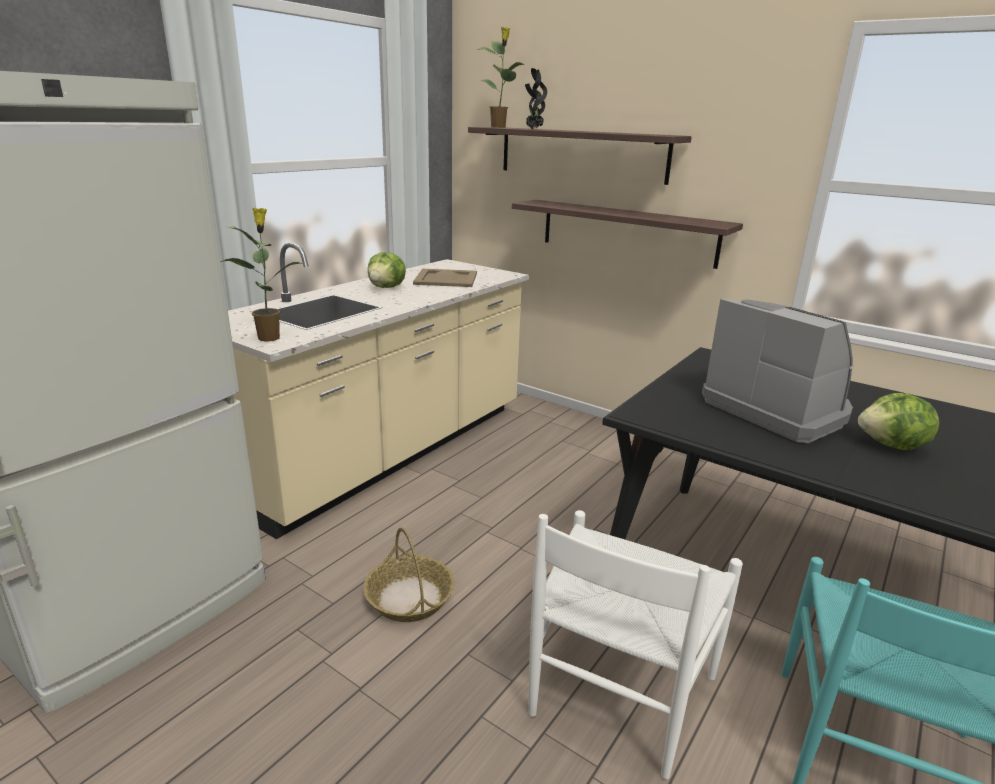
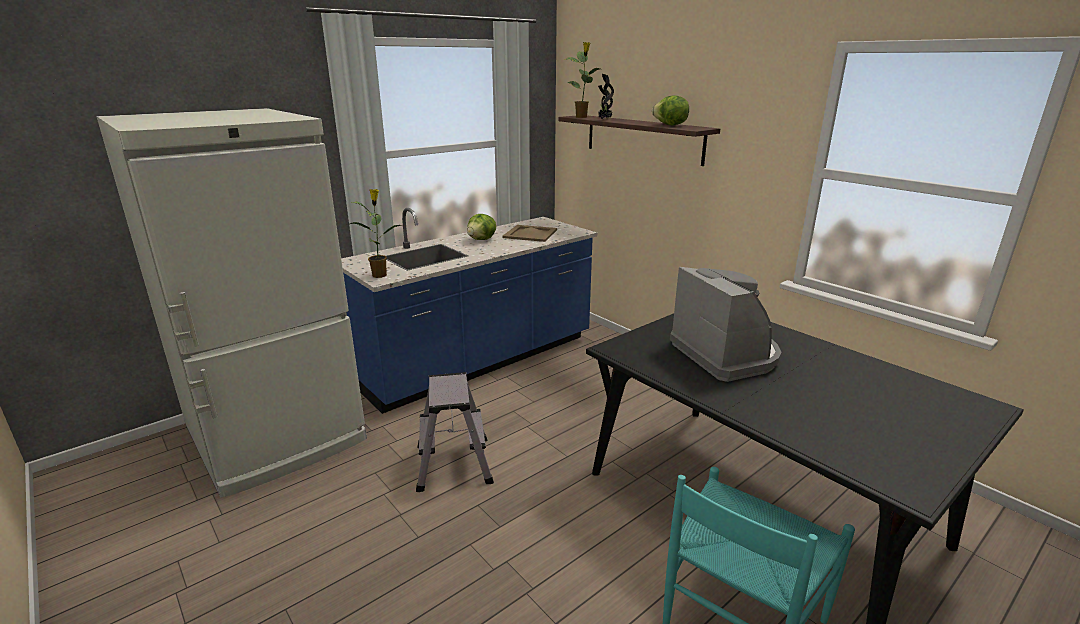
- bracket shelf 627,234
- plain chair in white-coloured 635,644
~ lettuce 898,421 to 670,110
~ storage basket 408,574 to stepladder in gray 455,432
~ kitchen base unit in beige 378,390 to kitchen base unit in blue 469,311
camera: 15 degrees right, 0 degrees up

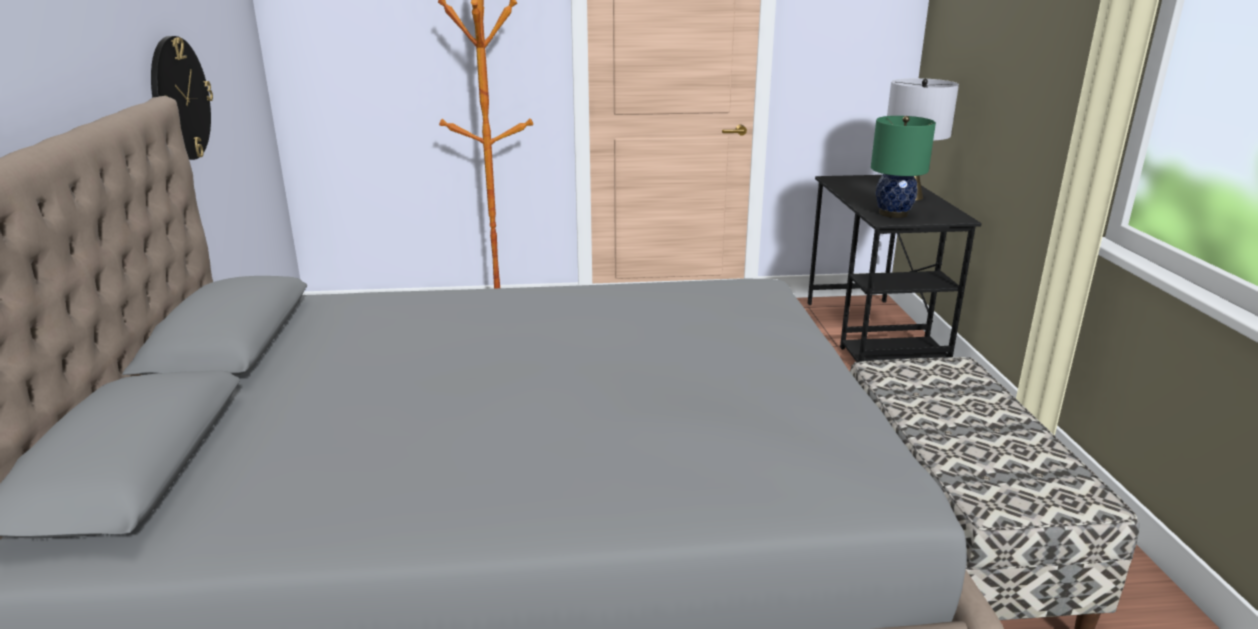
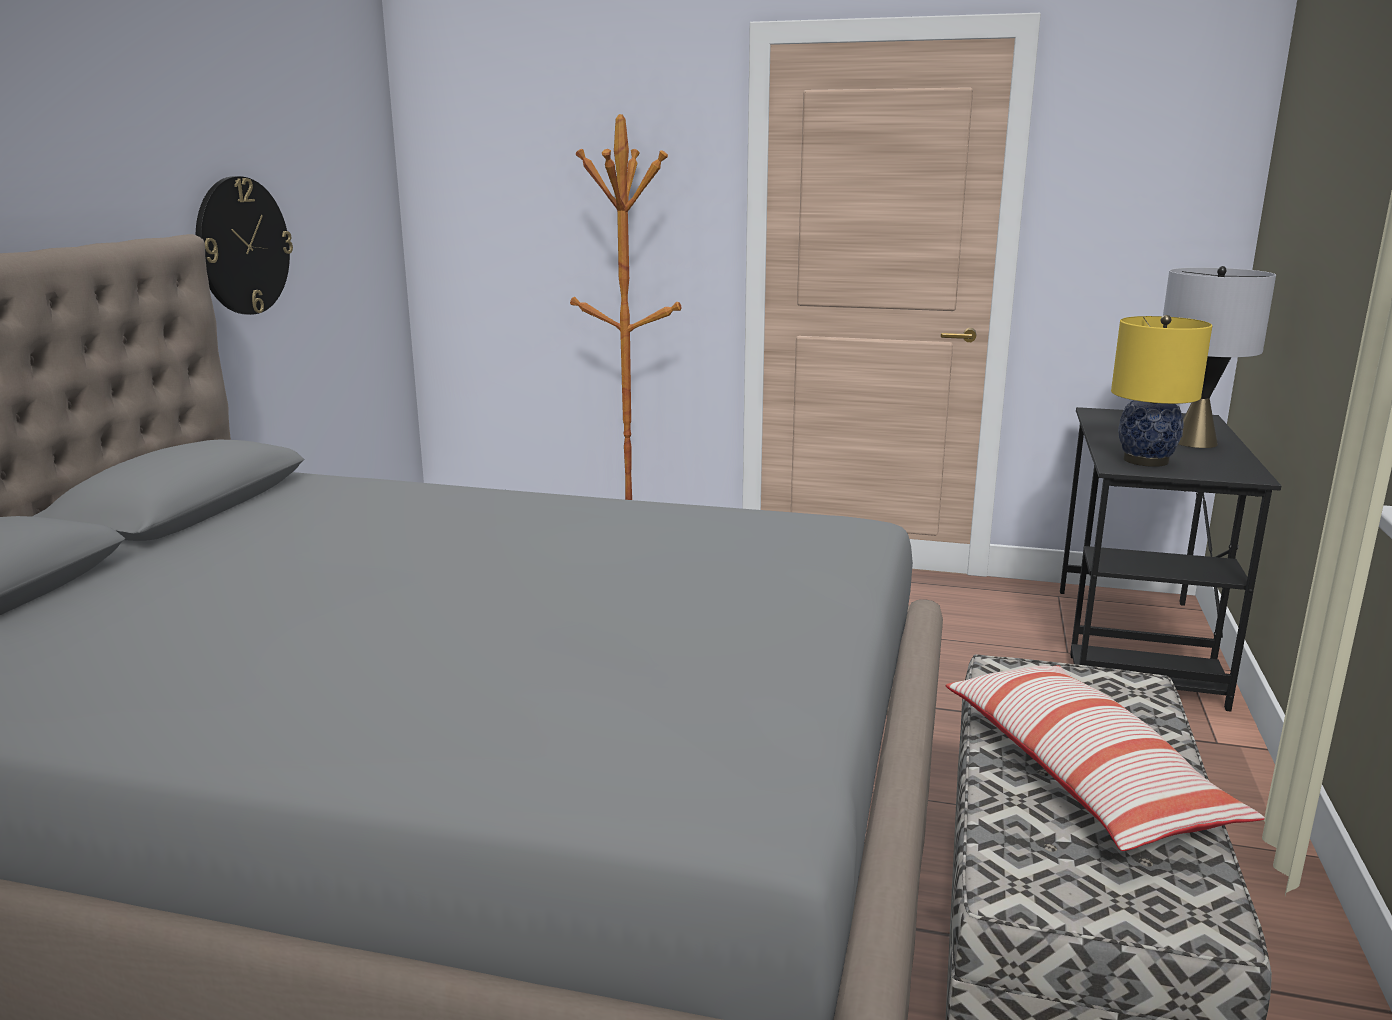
+ throw pillow 1105,758
~ tabletop lamp in greenish 903,167 to tabletop lamp in yellow-coloured 1161,391
camera: 20 degrees right, 5 degrees down

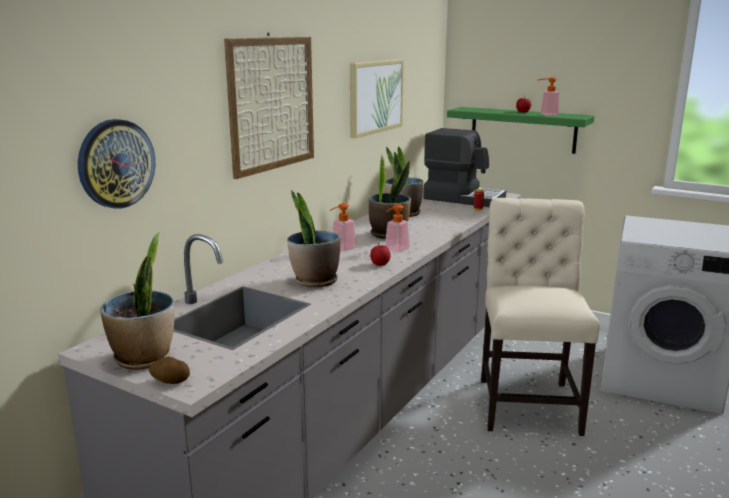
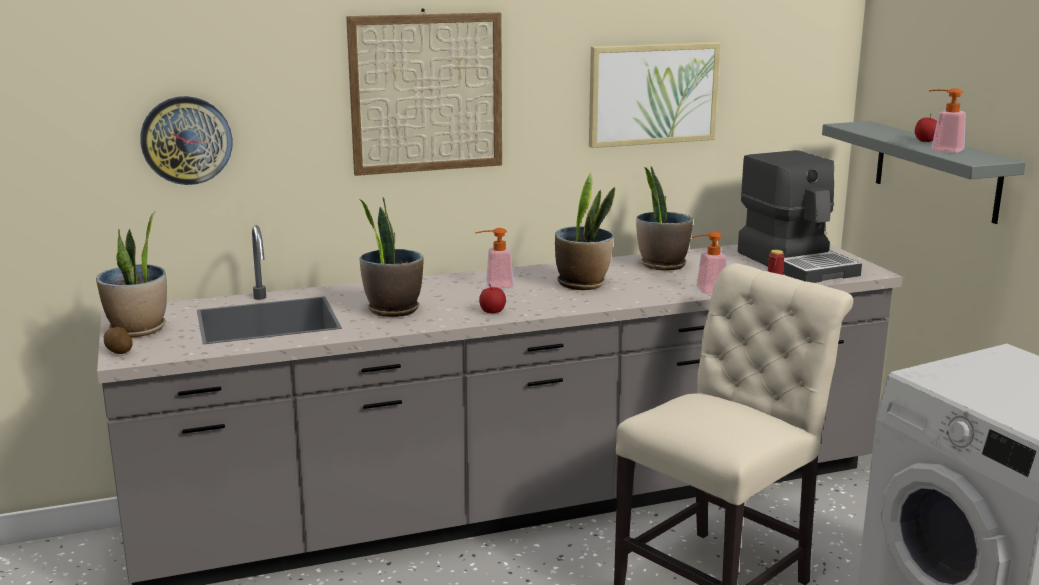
~ liquid soap bottle 397,228 to 709,263
~ bracket shelf in greenish 520,130 to bracket shelf in gray 924,172
camera: 40 degrees right, 0 degrees up

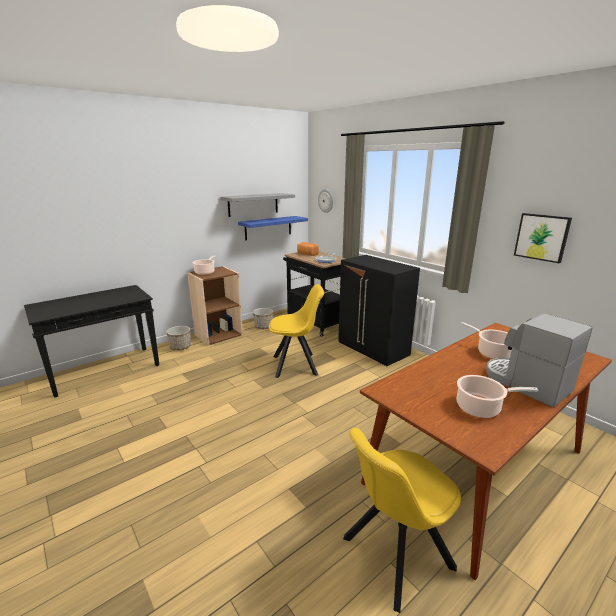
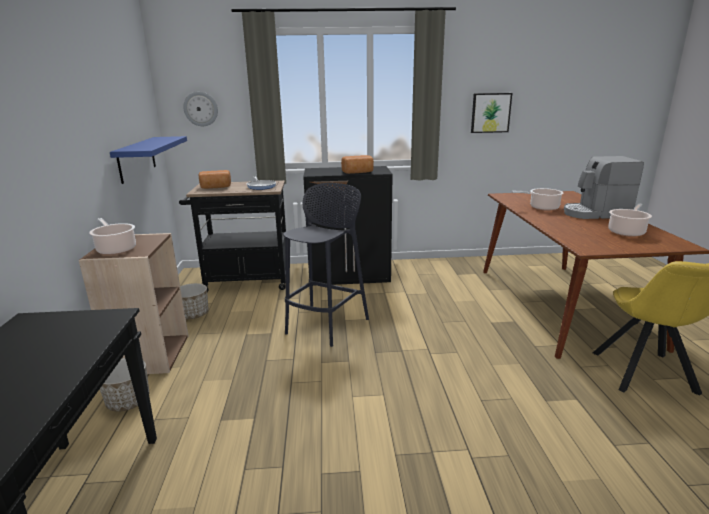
- bracket shelf in gray 257,205
+ bakery bread 357,164
~ plain chair in yellow-coloured 297,331 to sitting stool in gray 326,265
camera: 55 degrees left, 0 degrees up

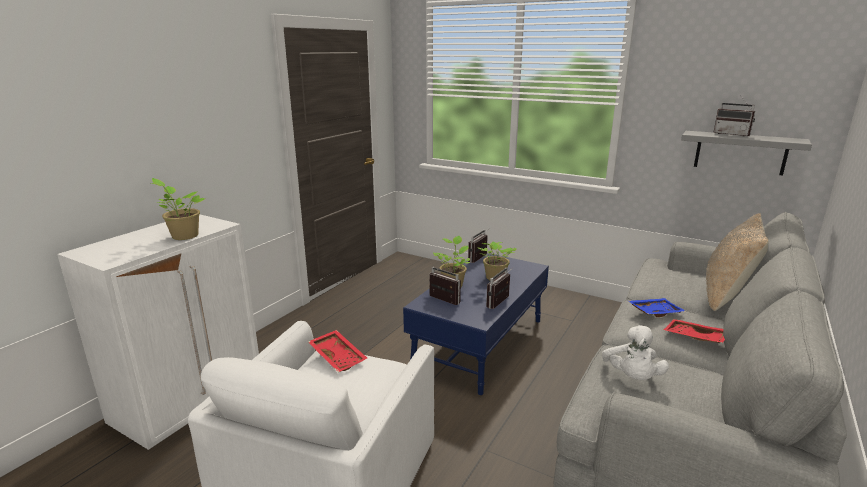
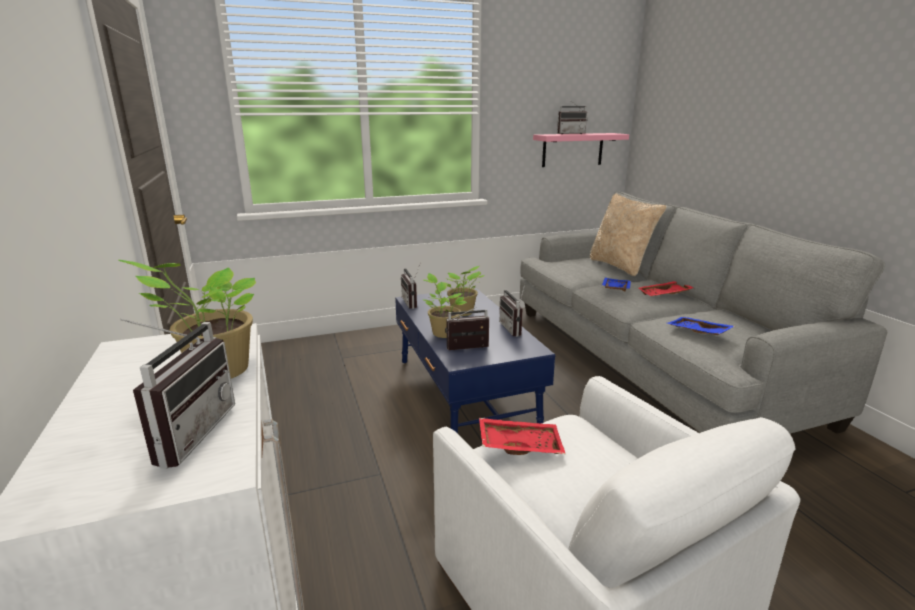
+ radio set 177,394
~ soft toy in white-coloured 635,352 to serving tray in blue 701,326
~ bracket shelf in gray 746,153 to bracket shelf in pink 581,150
camera: 50 degrees left, 0 degrees up

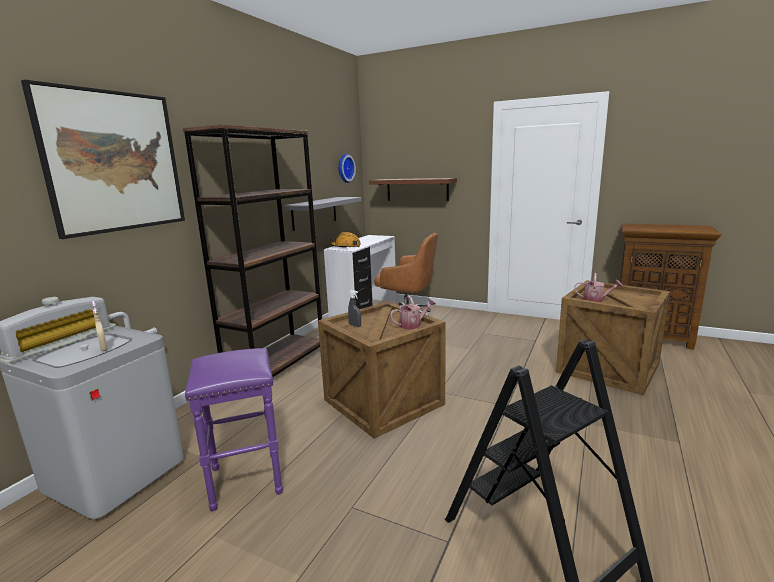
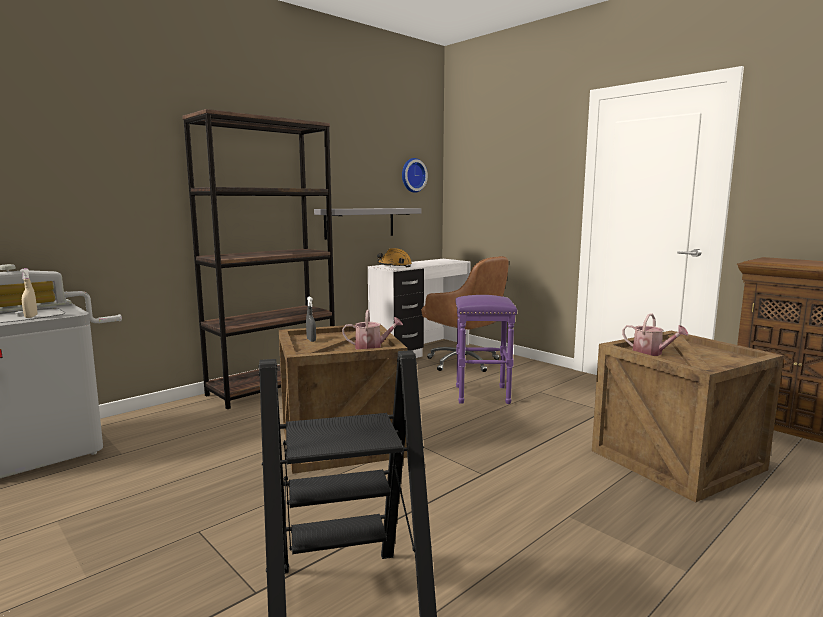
- wall art 103,159
- bracket shelf in brownish 413,189
~ sitting stool in purplish 234,429 to 486,349
camera: 20 degrees right, 5 degrees down

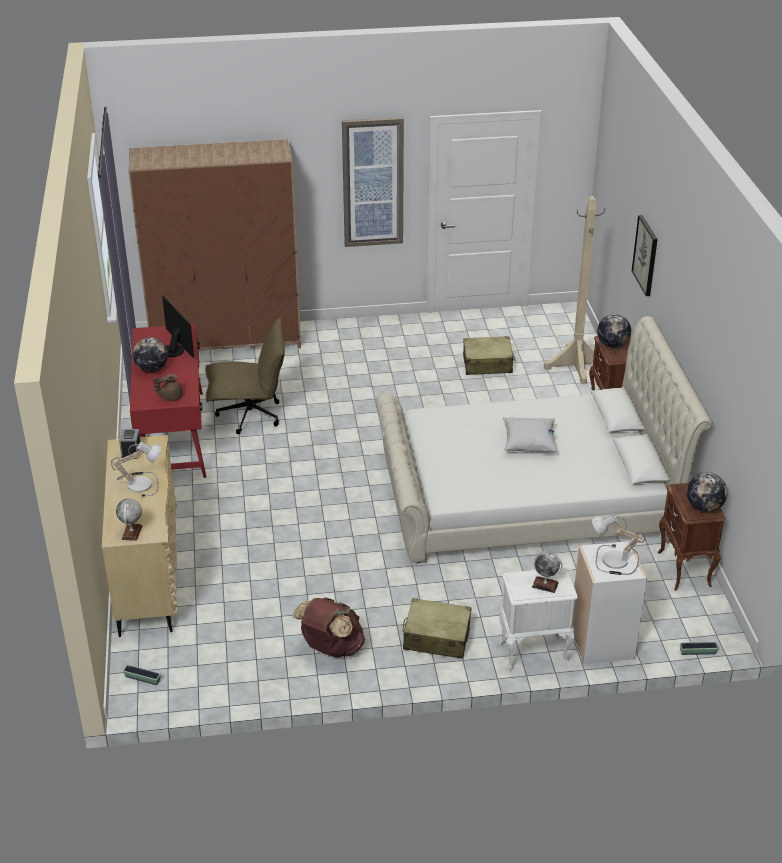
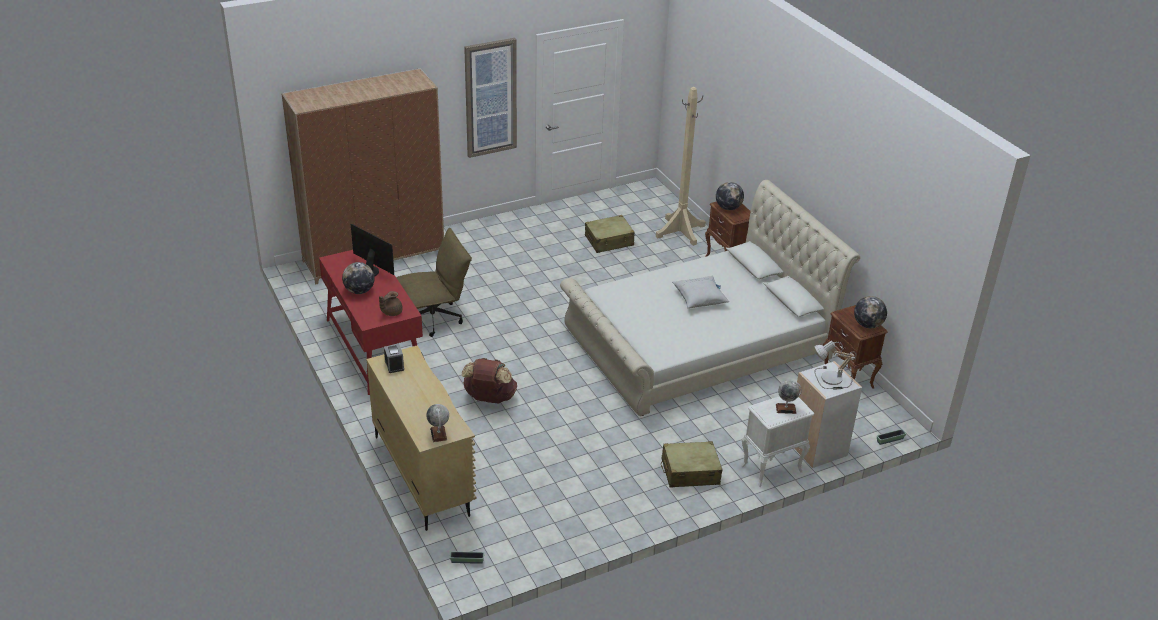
- tabletop lamp 136,470
- wall art 645,255
~ rucksack in brownish 328,627 to 489,380
camera: 20 degrees left, 0 degrees up

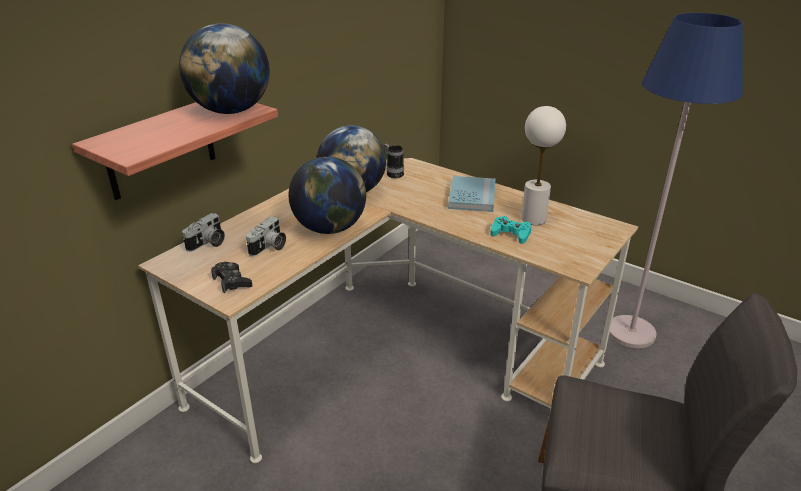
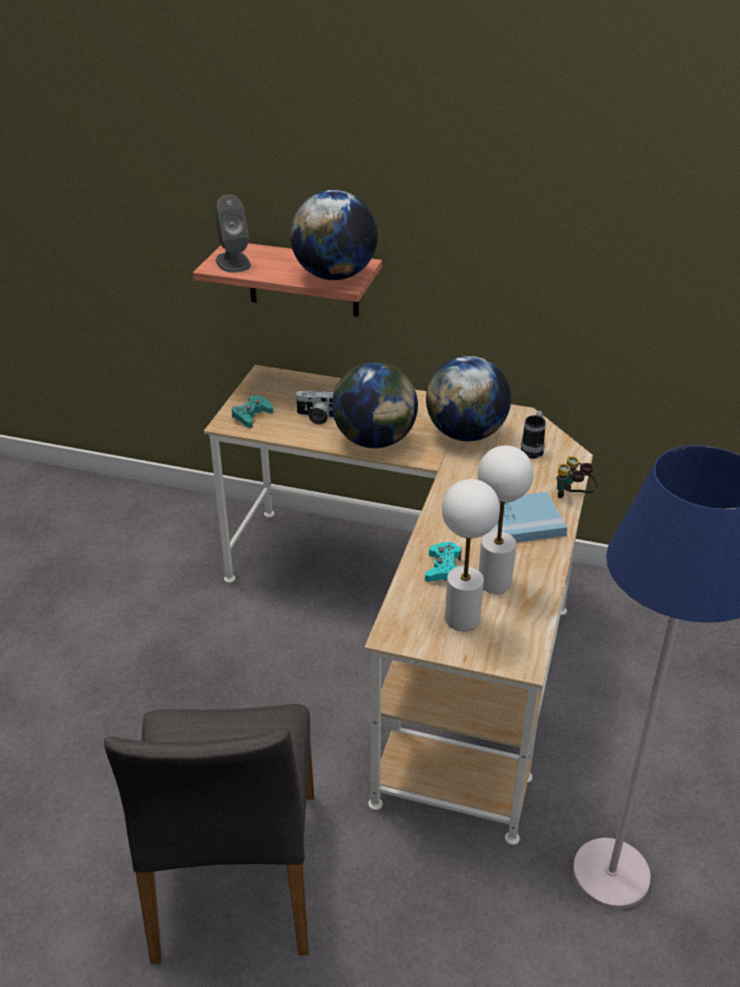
- still camera 203,232
+ loudspeaker in gray 232,233
+ tabletop lamp in white-coloured 471,555
+ pair of binoculars 577,477
~ game controller in blackish 231,278 to game controller in turquoise 252,411
camera: 70 degrees right, 5 degrees up

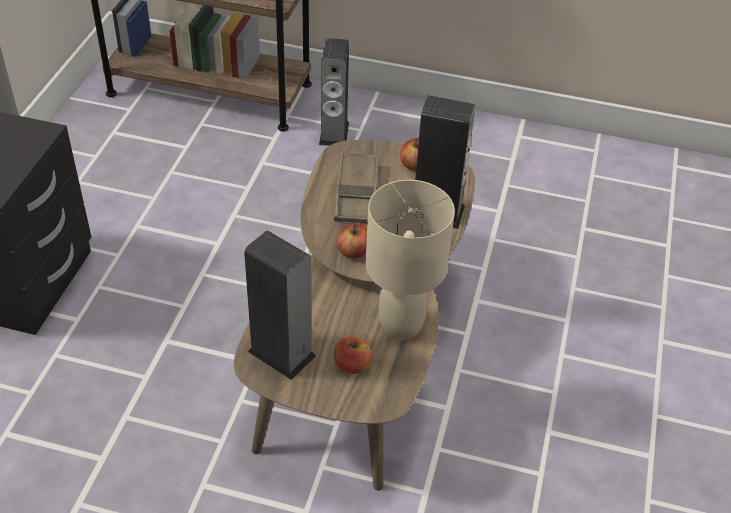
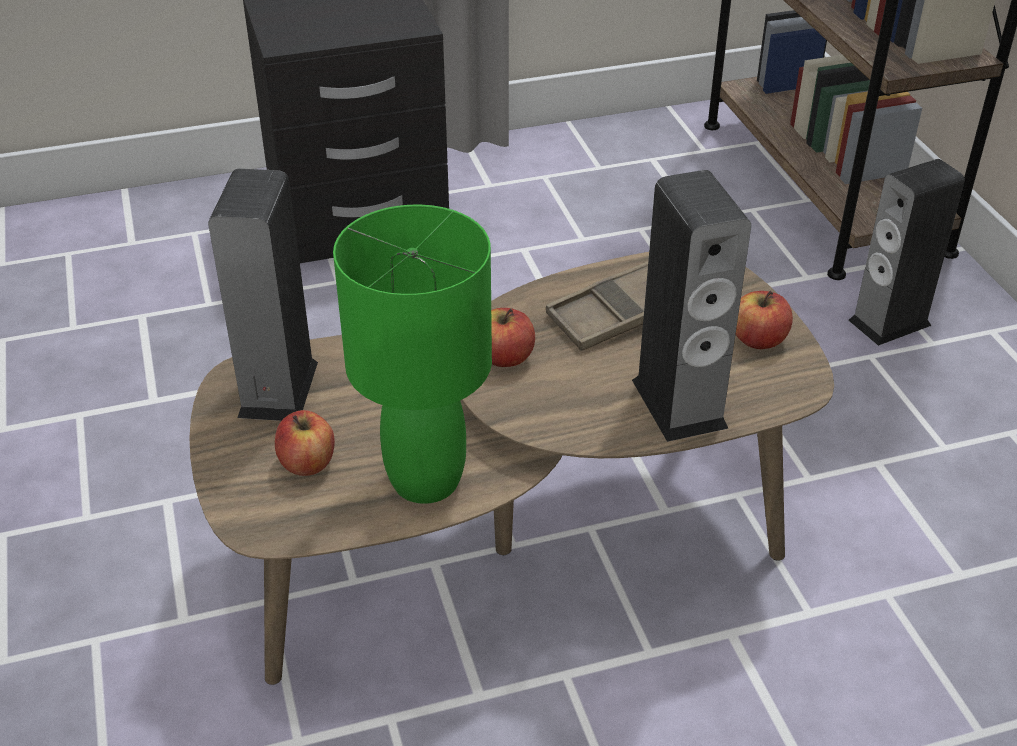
~ tabletop lamp in beige 410,260 to tabletop lamp in greenish 412,354
camera: 60 degrees right, 5 degrees down

